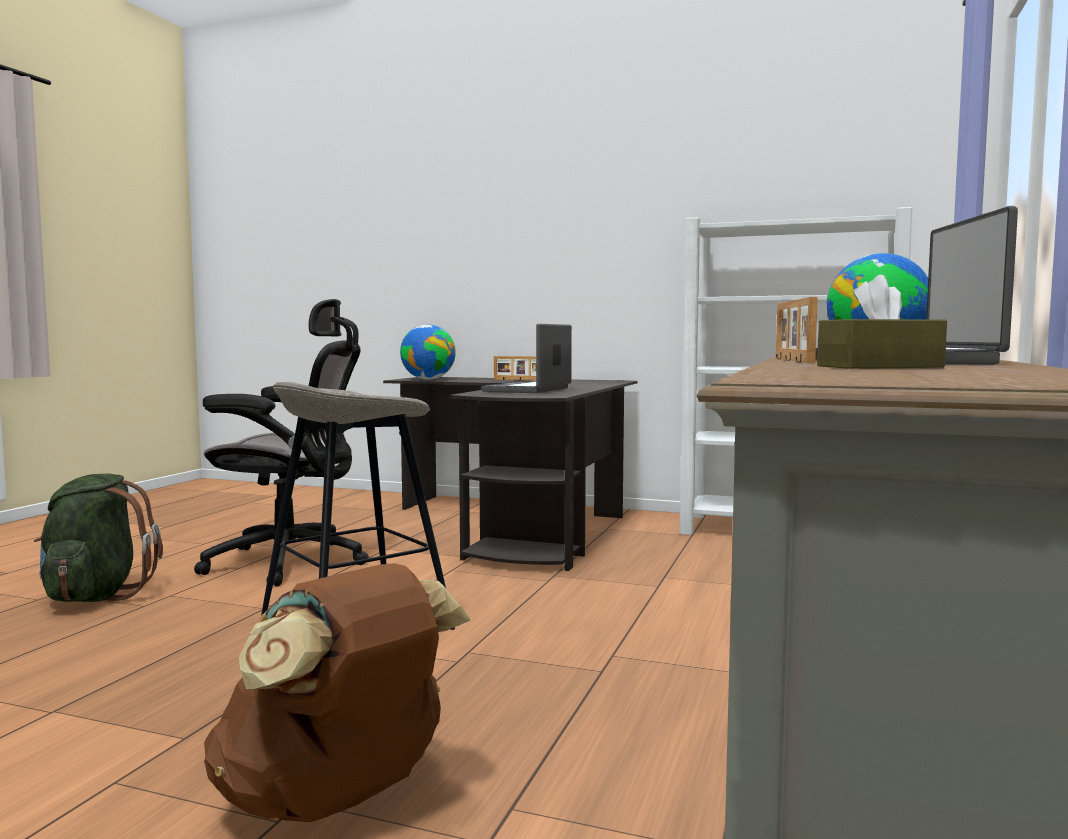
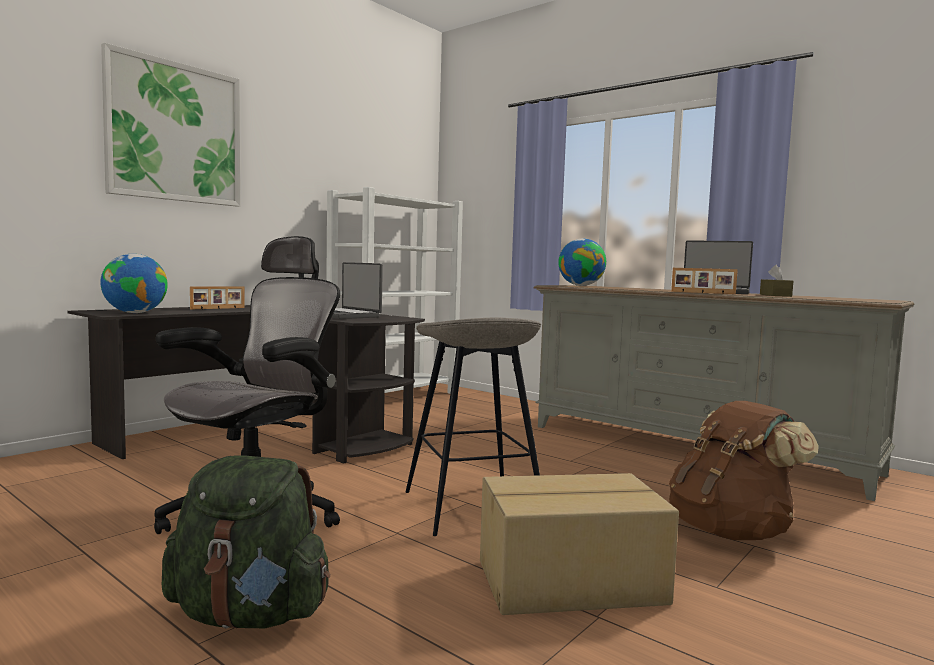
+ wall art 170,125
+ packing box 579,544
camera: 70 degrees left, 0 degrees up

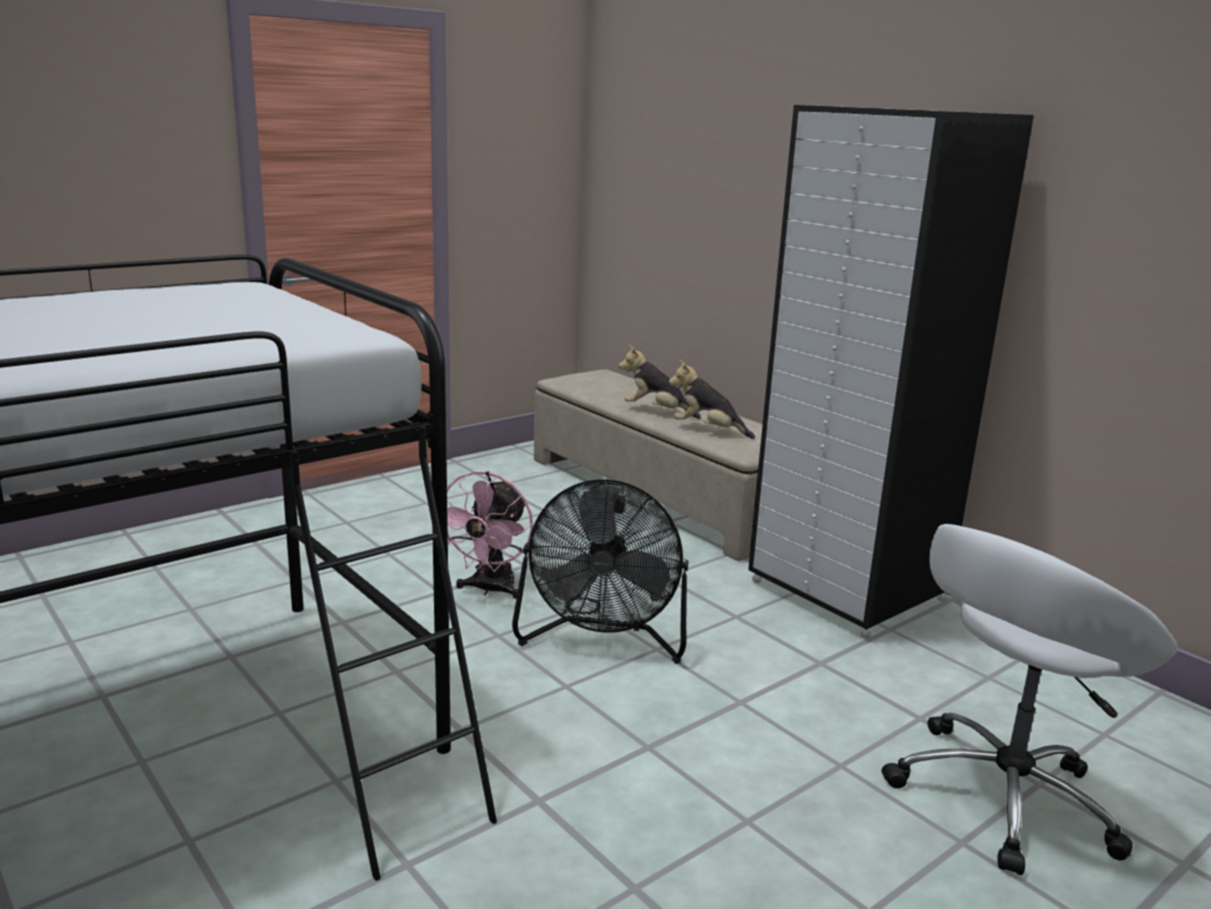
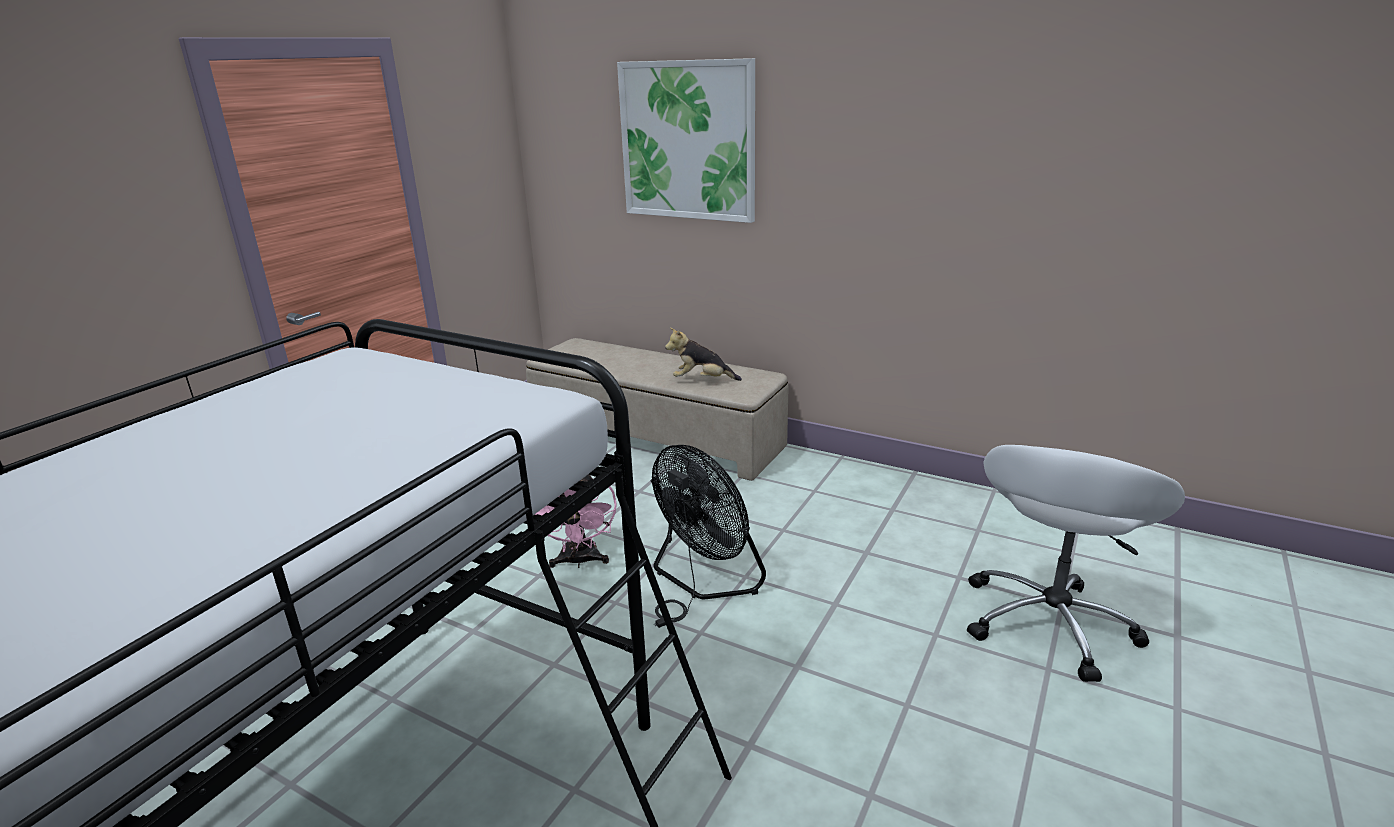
- soft toy 660,382
- armoire 891,371
+ wall art 686,140
~ cooling fan in blackish 600,571 = 708,536 120 degrees counterclockwise
camera: 20 degrees left, 5 degrees up

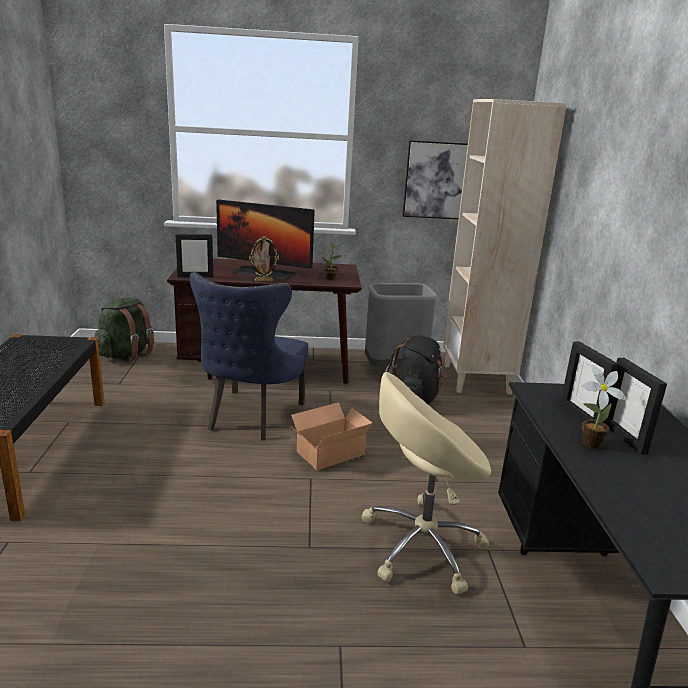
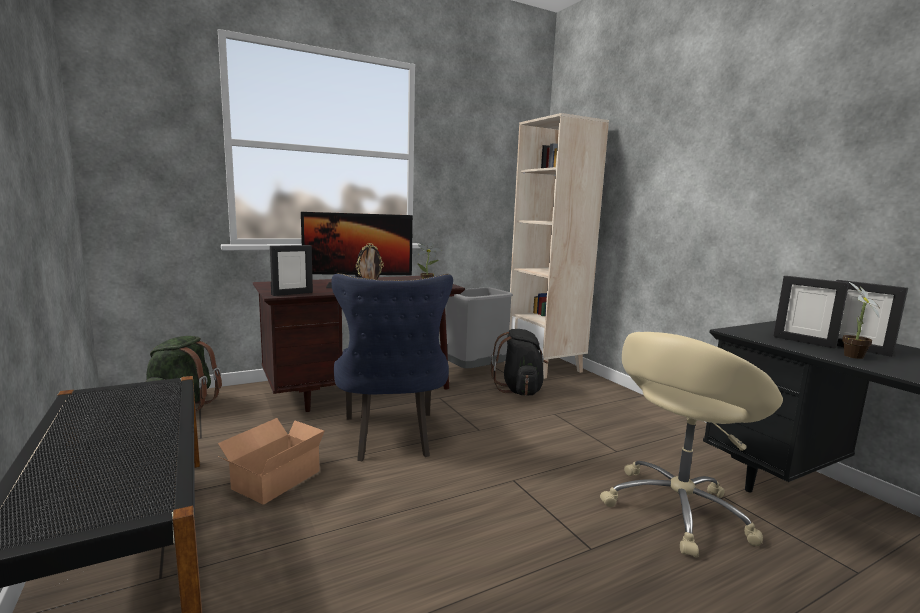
- wall art 435,179
~ packing box 330,436 to 271,461
camera: 25 degrees left, 10 degrees down

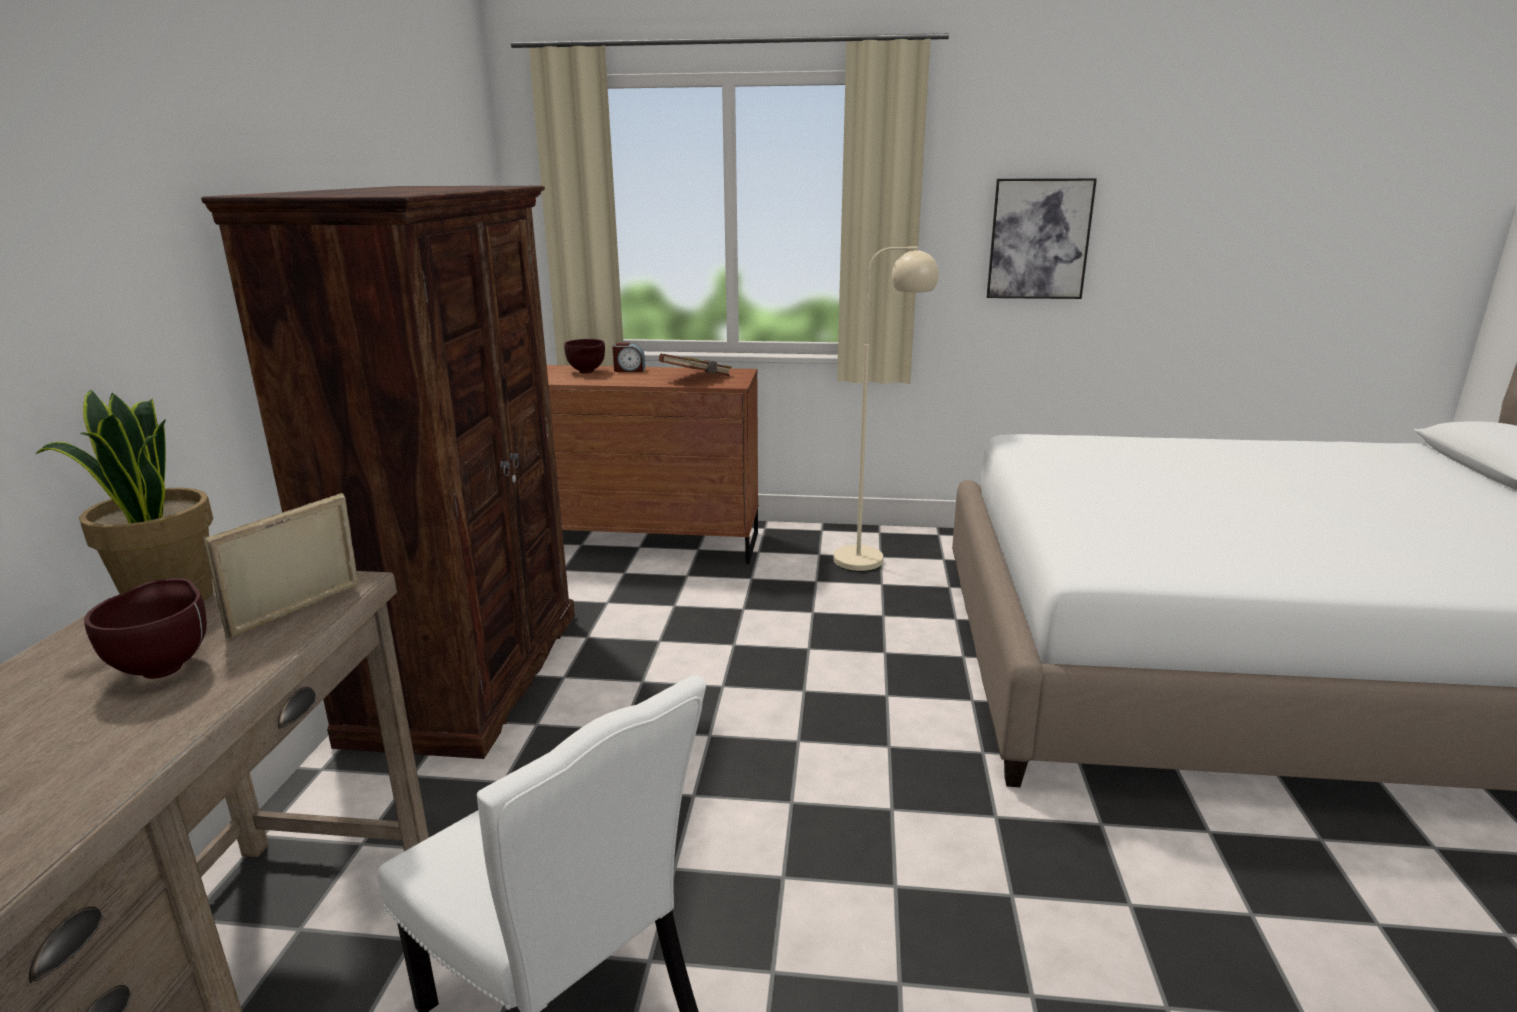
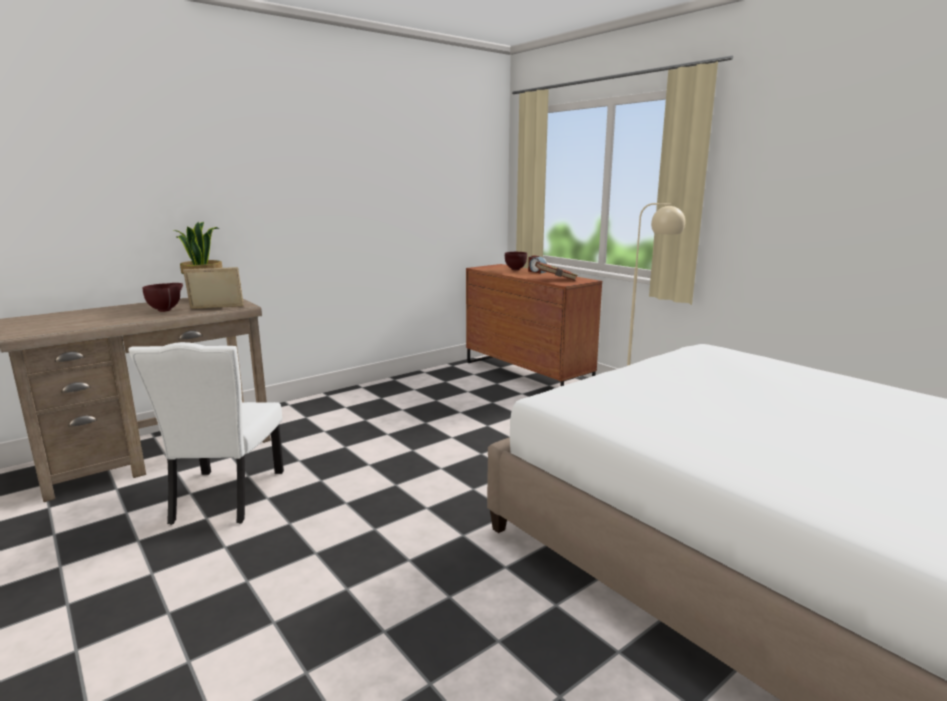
- armoire in brownish 388,472
- wall art 1042,238
camera: 45 degrees right, 5 degrees down

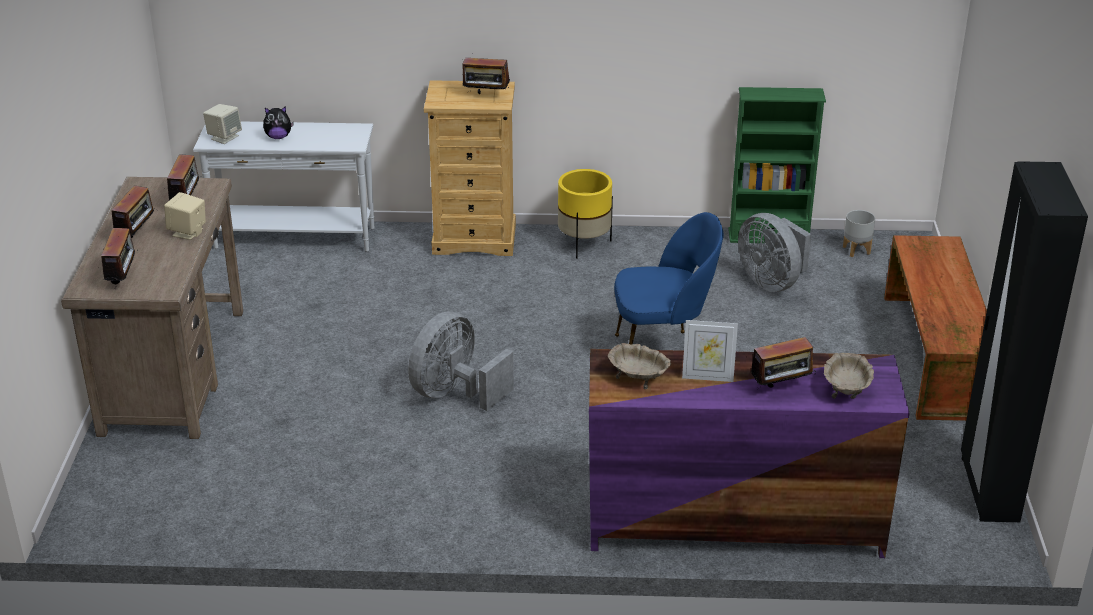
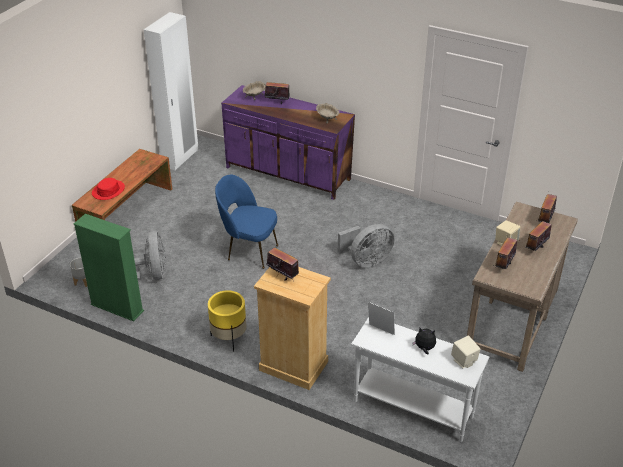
+ clothing hat in red-coloured 108,189
~ standing frame 710,351 to 381,318
~ armoire in blackish 1024,341 to armoire in white-coloured 171,91
camera: 155 degrees left, 5 degrees up

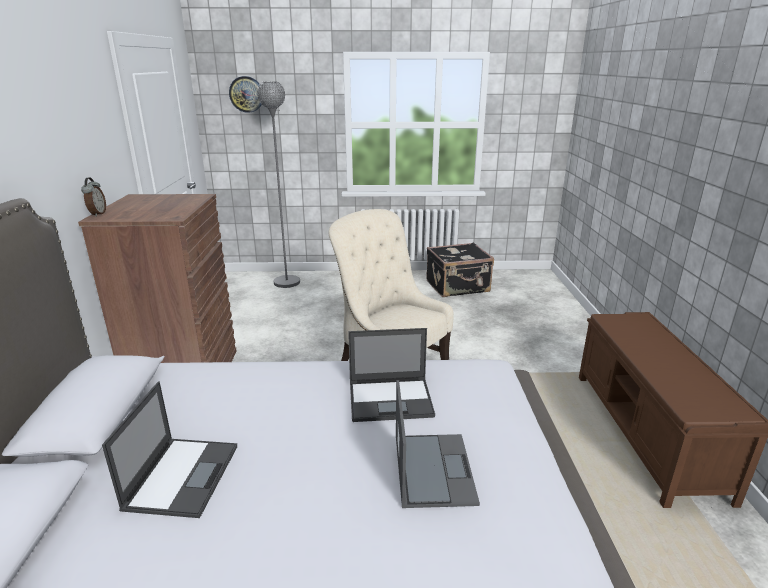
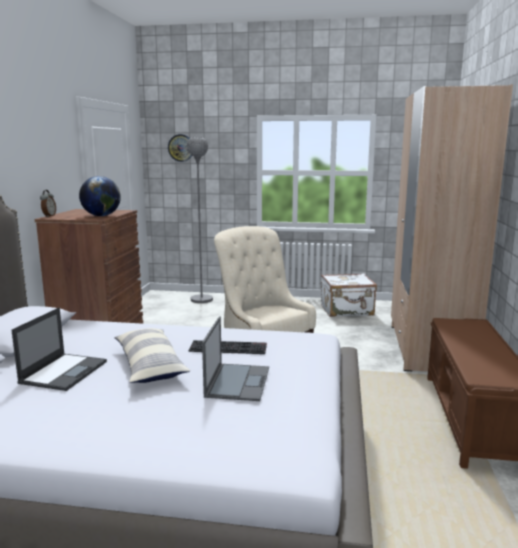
+ desk globe 100,196
+ throw pillow 152,355
+ armoire in beige 452,228
~ notebook computer 391,375 to computer keyboard 228,347
~ suitcase in blackish 460,269 to suitcase in white-coloured 349,295
camera: 10 degrees right, 10 degrees down

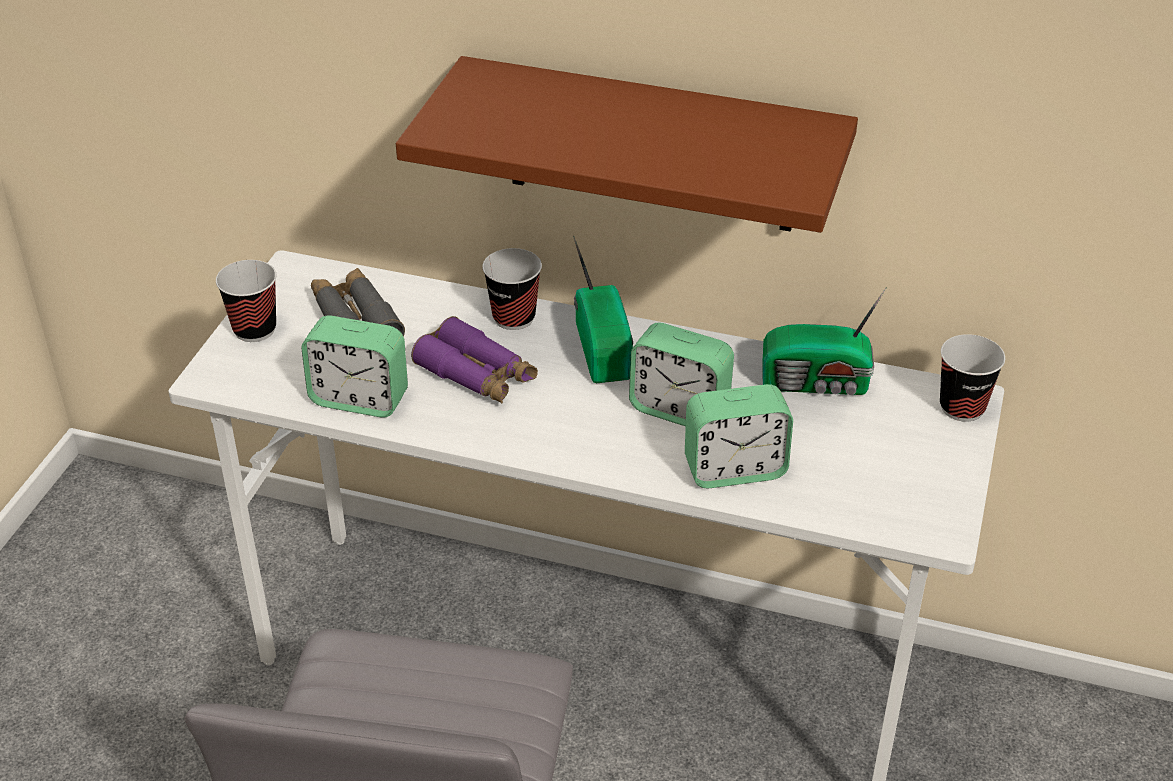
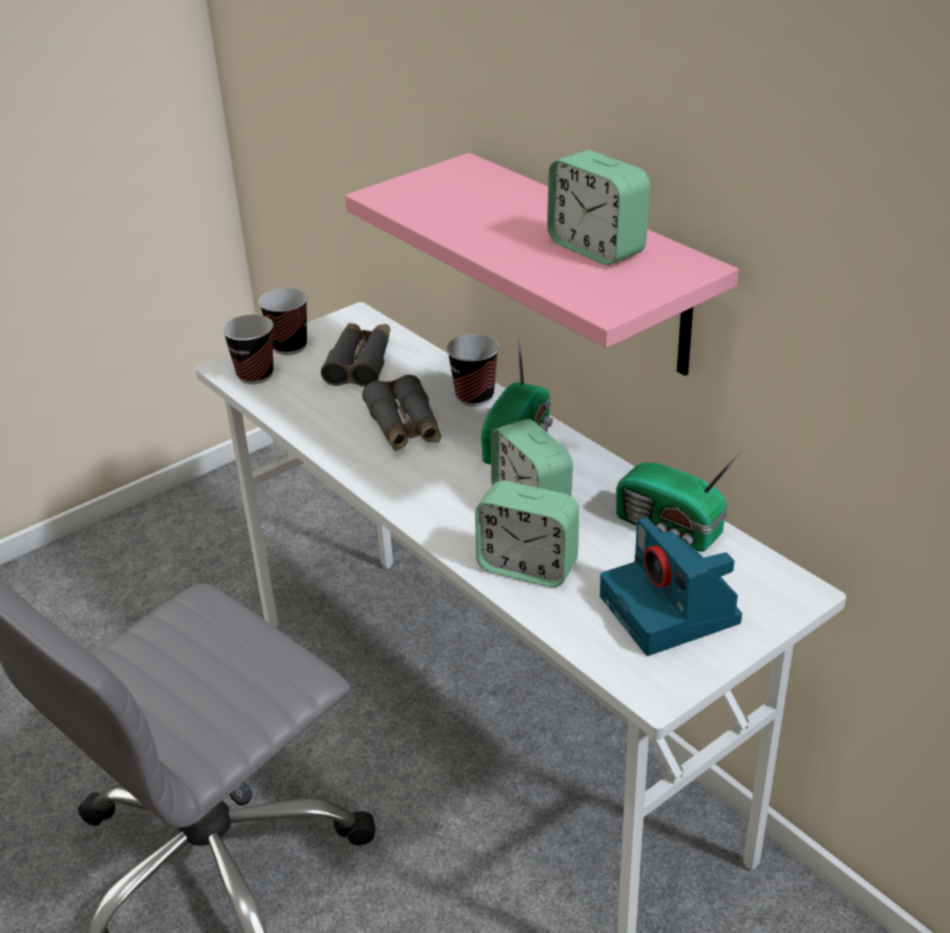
+ still camera 671,586
~ table clock 354,366 to 598,207
~ cup 972,378 to 247,349
~ bracket shelf in brownish 627,144 to bracket shelf in pink 541,264
~ pair of binoculars in purplish 474,360 to pair of binoculars in gray 401,413
camera: 35 degrees right, 5 degrees down

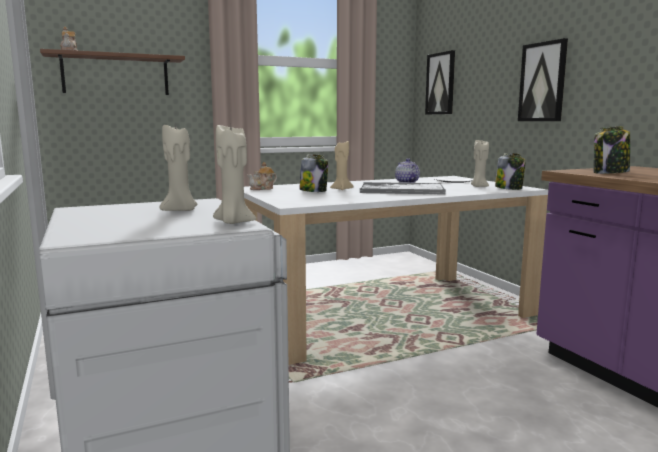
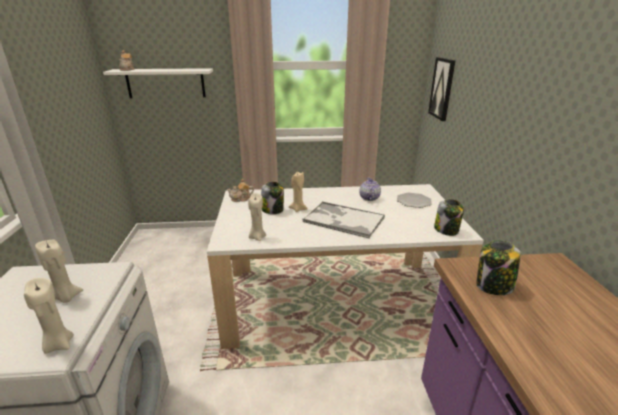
- wall art 543,79
~ wax light in beige 480,163 to 257,217
~ bracket shelf in brownish 112,72 to bracket shelf in white-coloured 158,83
camera: 20 degrees right, 15 degrees up

